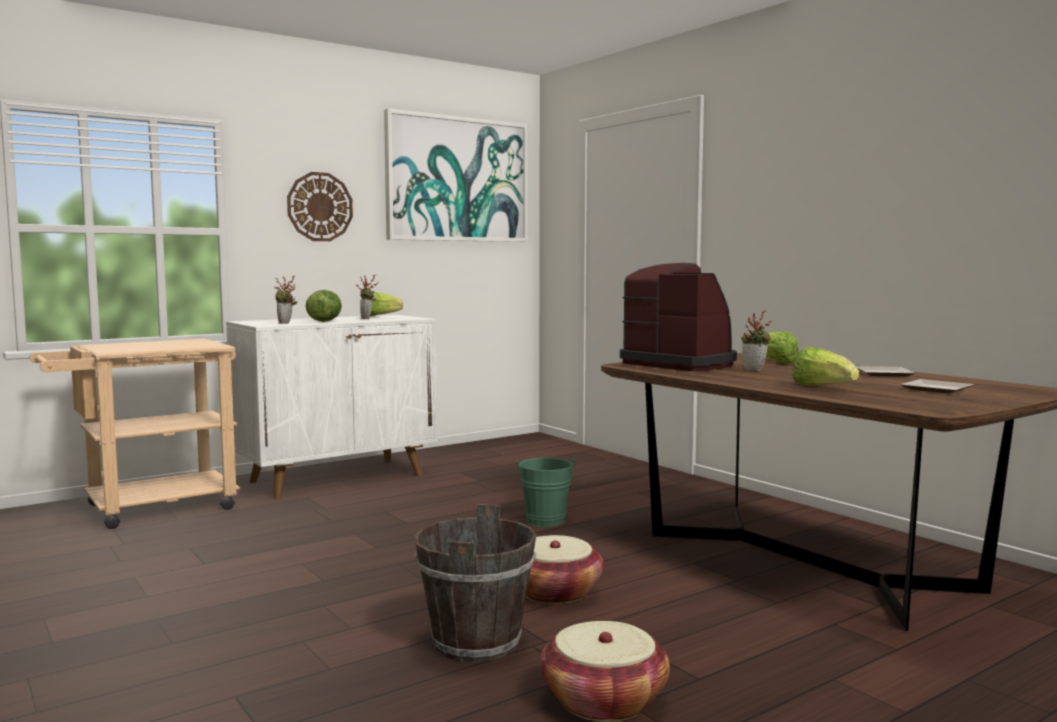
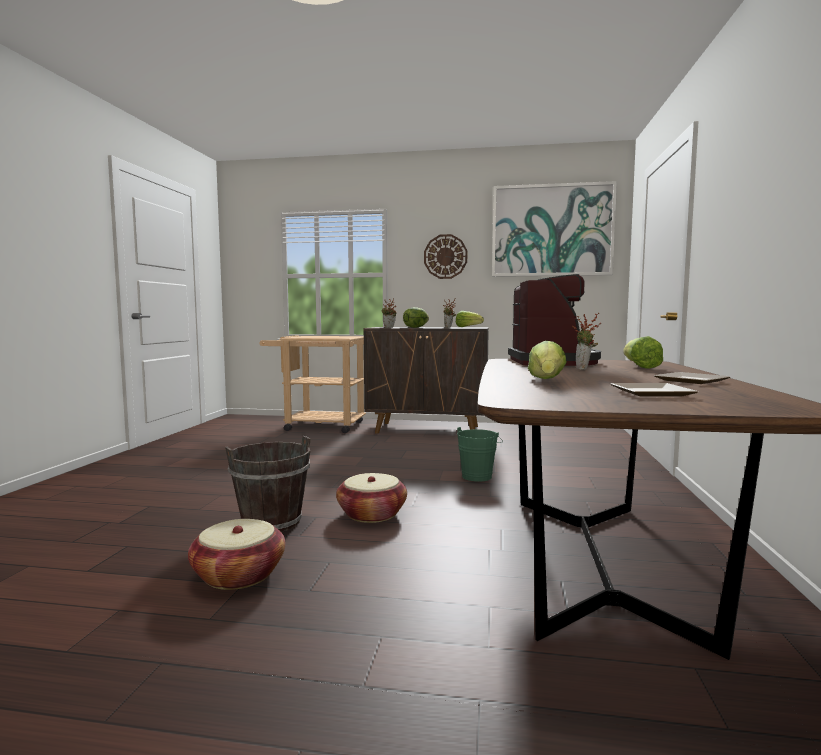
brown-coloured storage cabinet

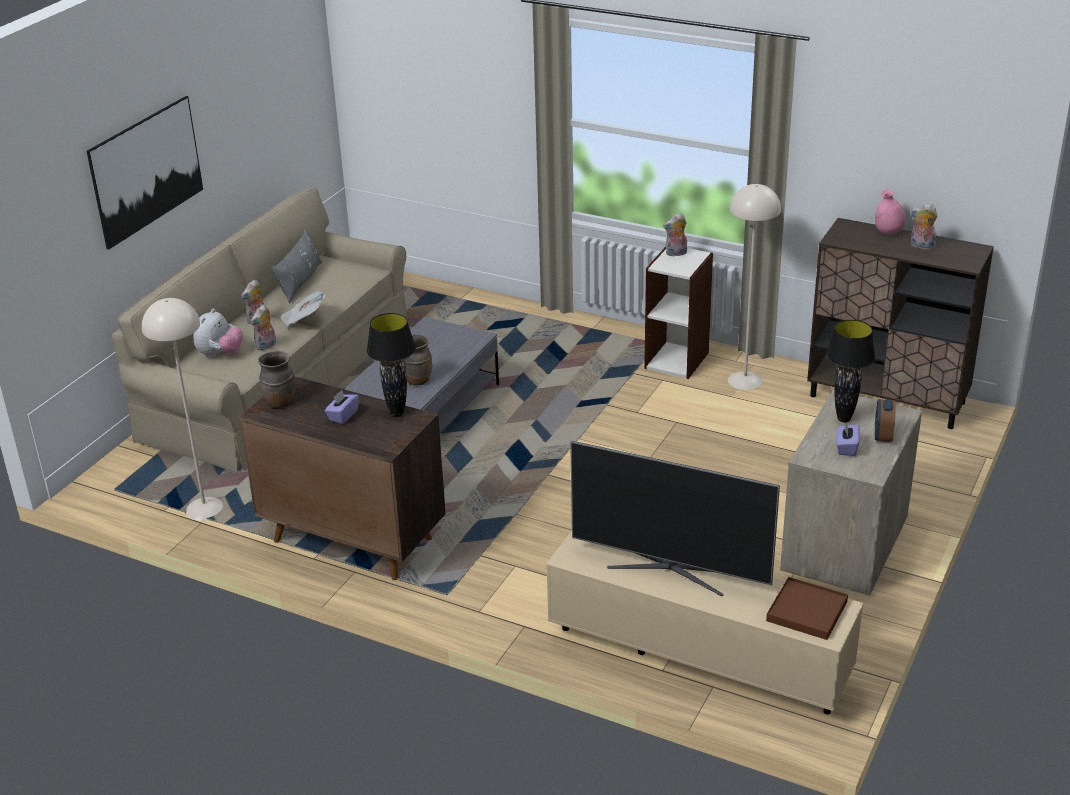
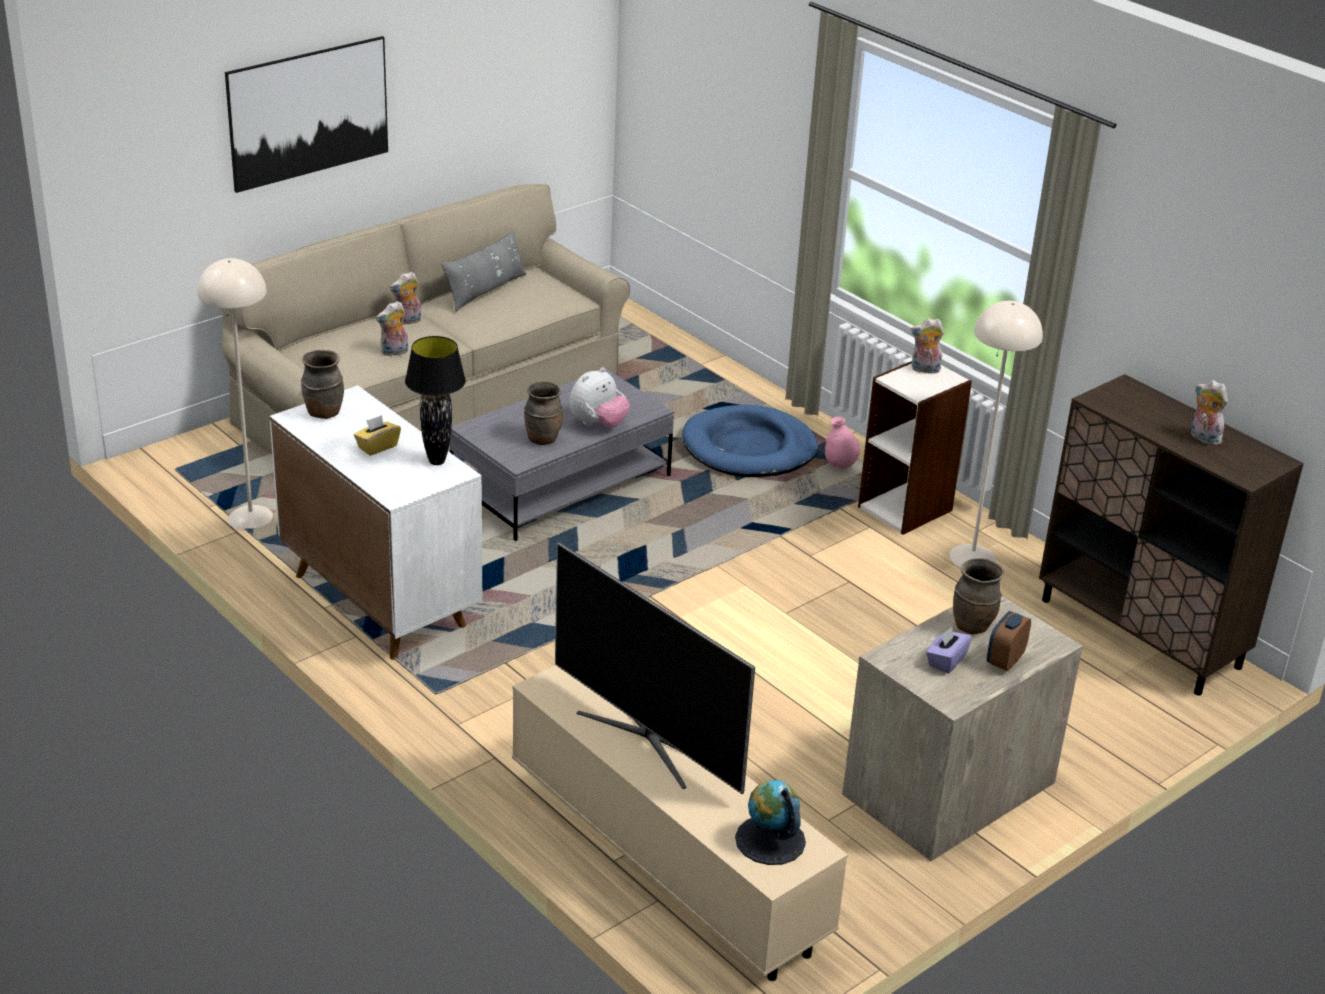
pinkish vase
newspaper
cuddly toy (3rd from left)
brown-coloured vase (3rd from left)
white-coloured storage cabinet
yellow-coloured box of tissues
globe
bluish dog bed

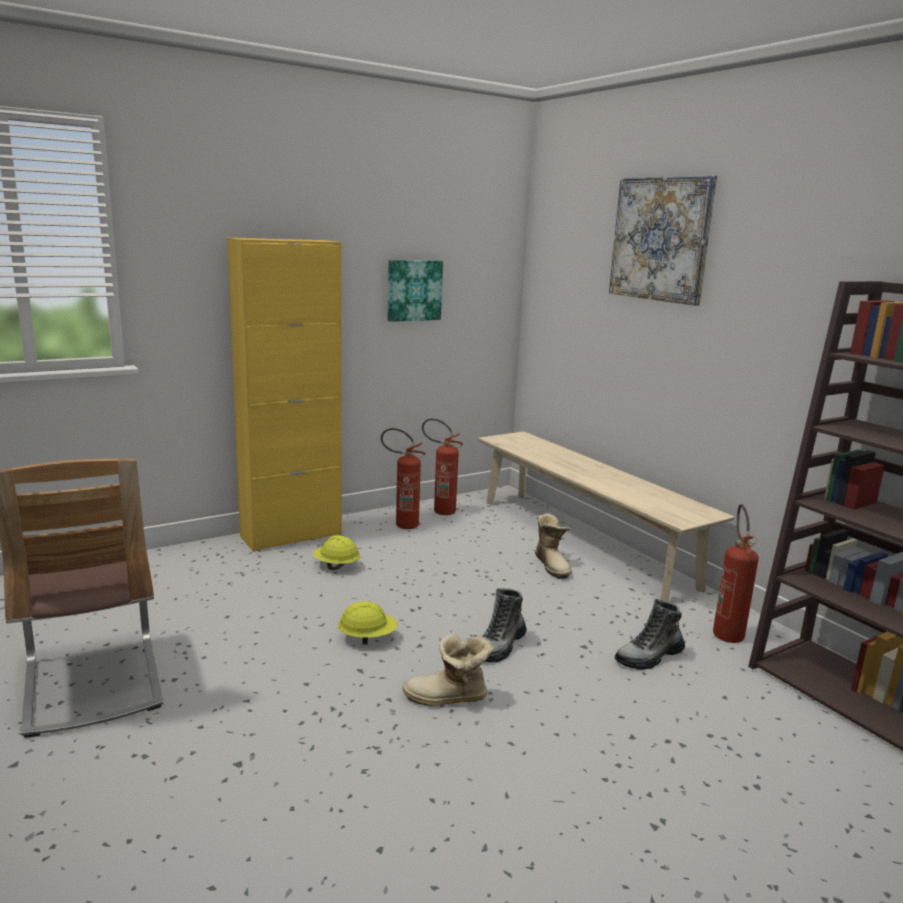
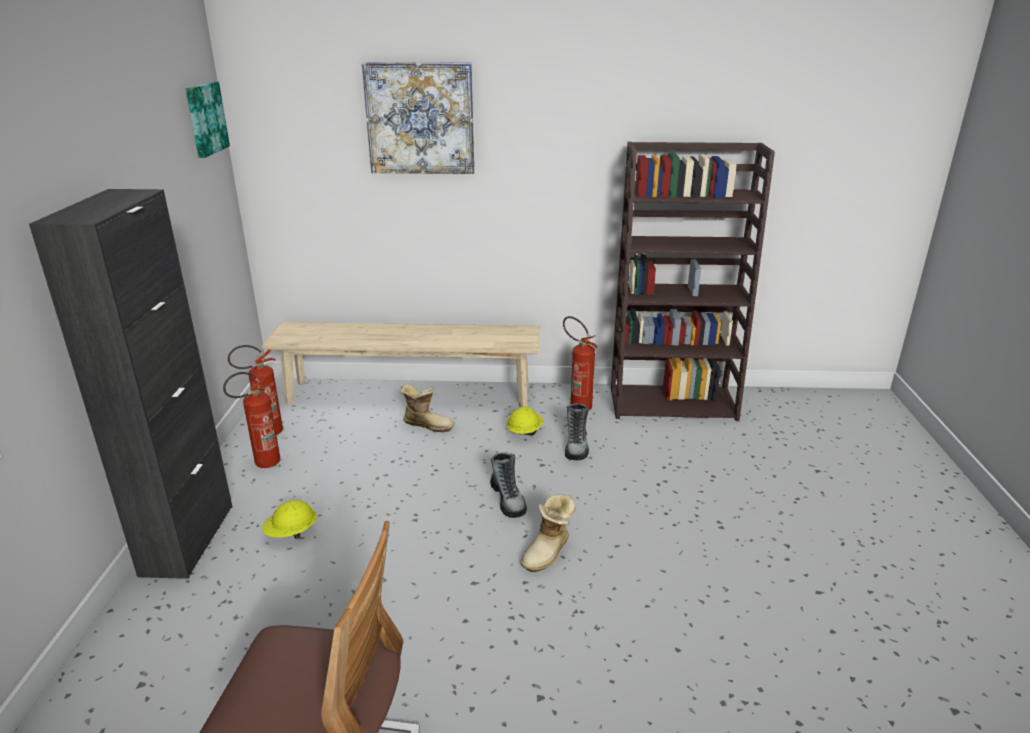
black-coloured storage cabinet
picture (1st from left)
yellow-coloured work helmet (2nd from left)

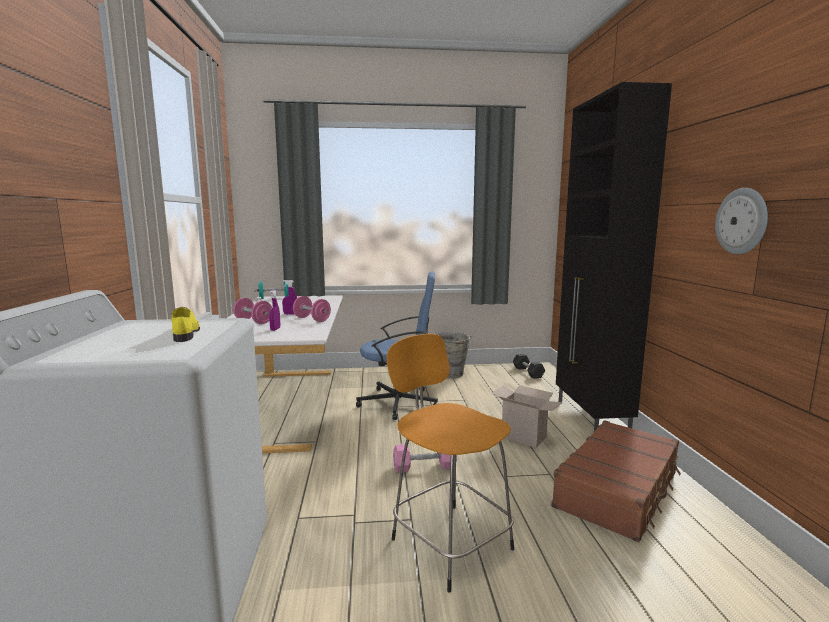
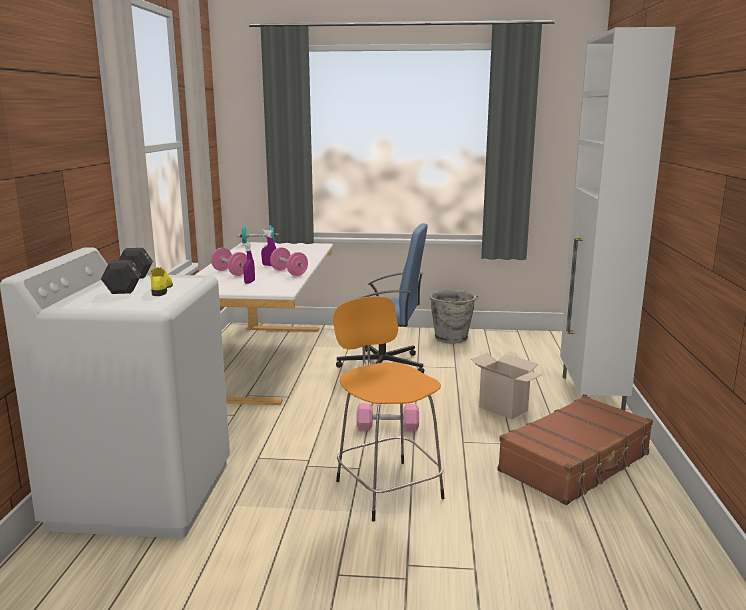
white-coloured storage cabinet
clock on the wall
black-coloured dumbbell

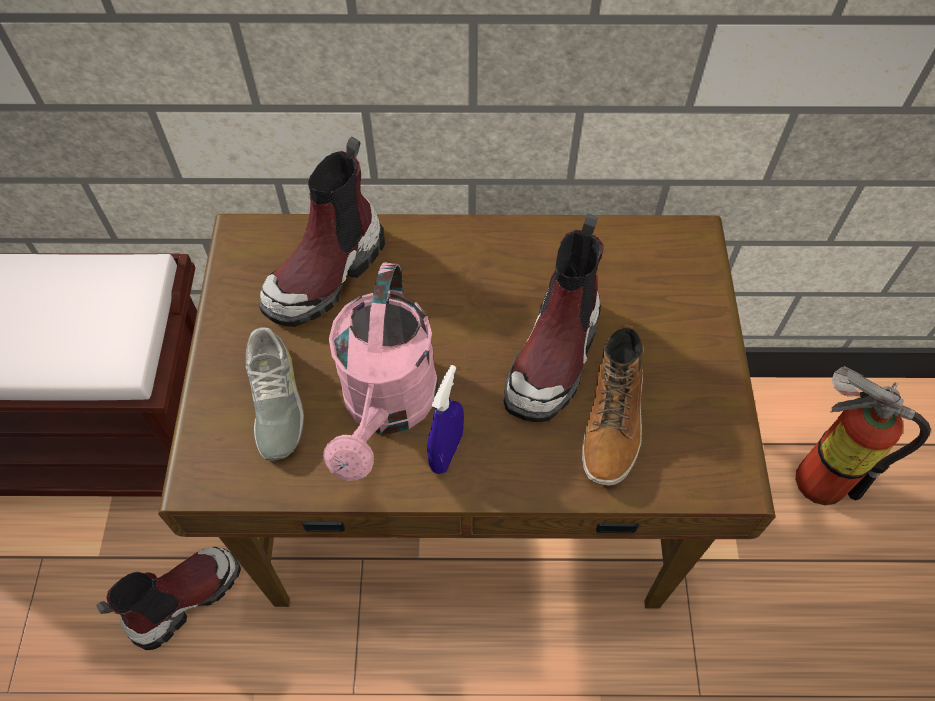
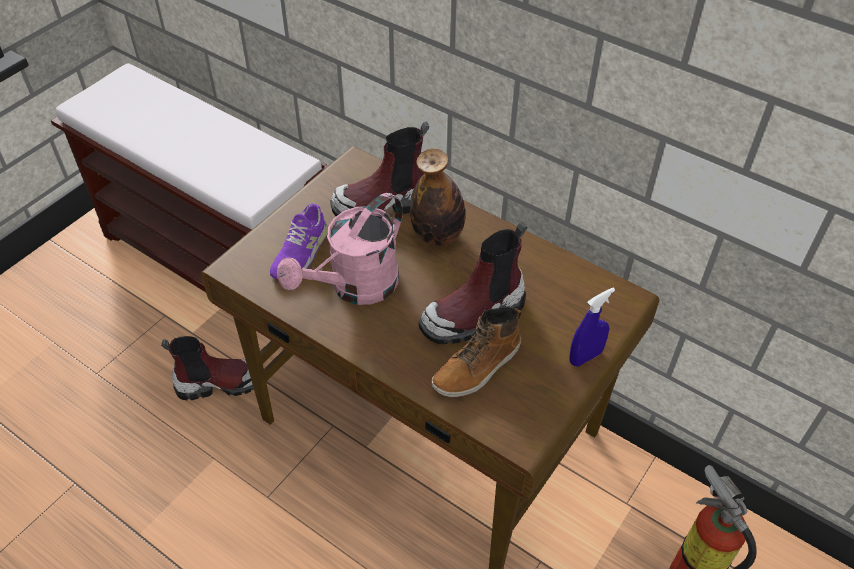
purple low shoe
bluish spray bottle
bottle

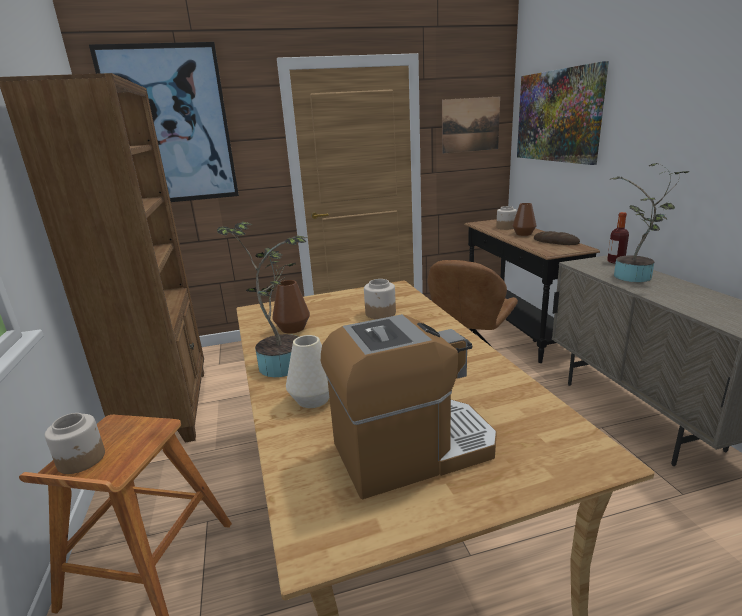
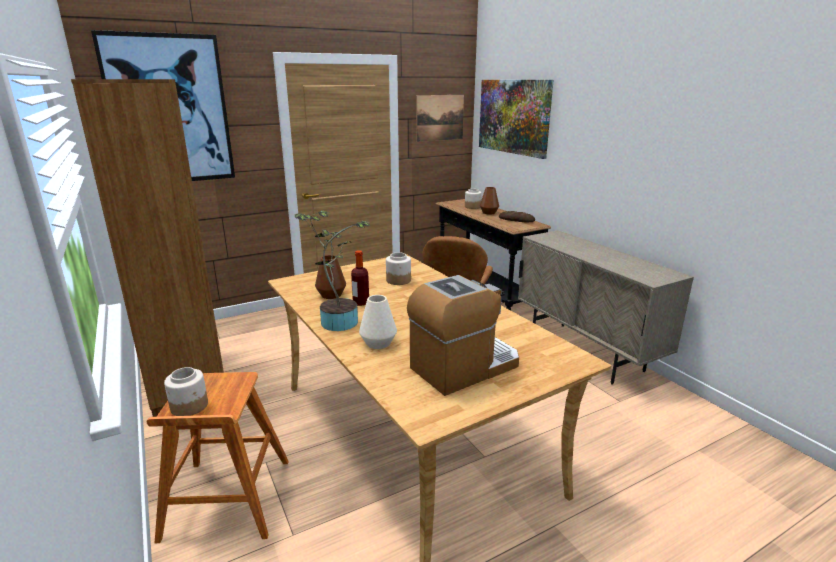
plant in a pot (2nd from left in the first image)
bottle

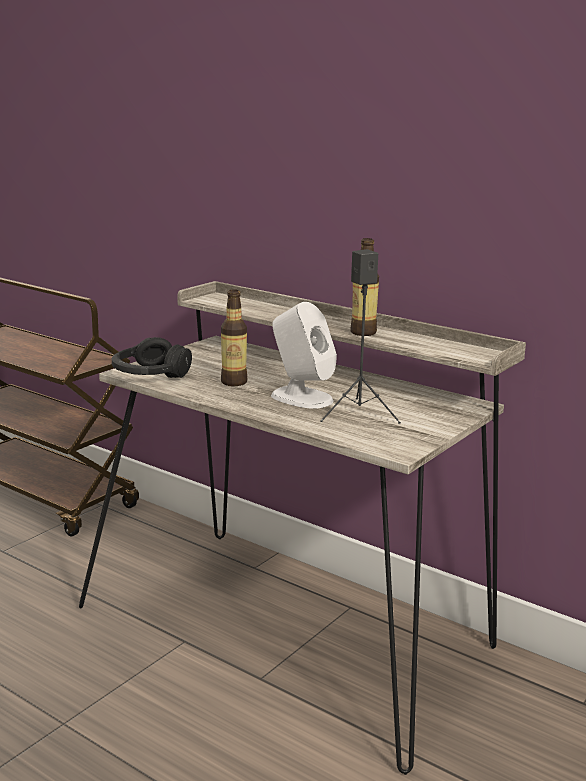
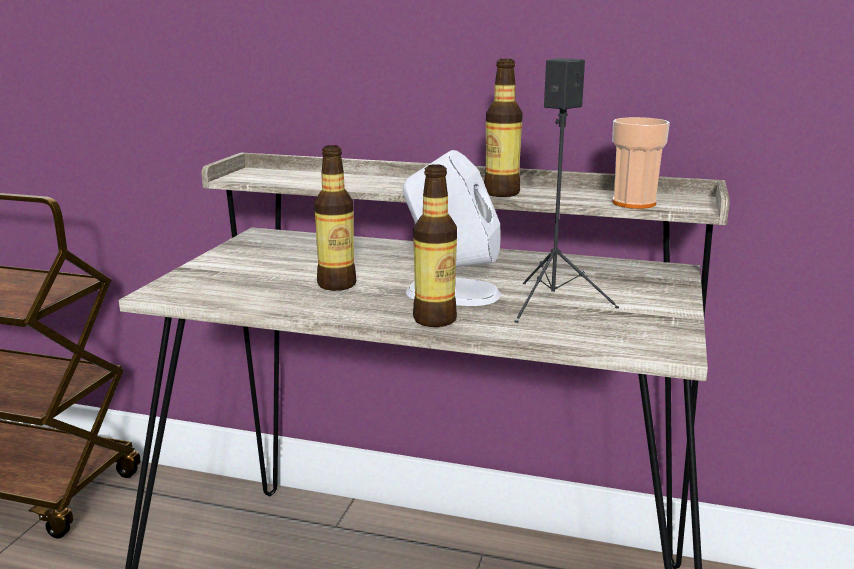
black-coloured pair of headphones
drinking cup
bottle (2nd from left)

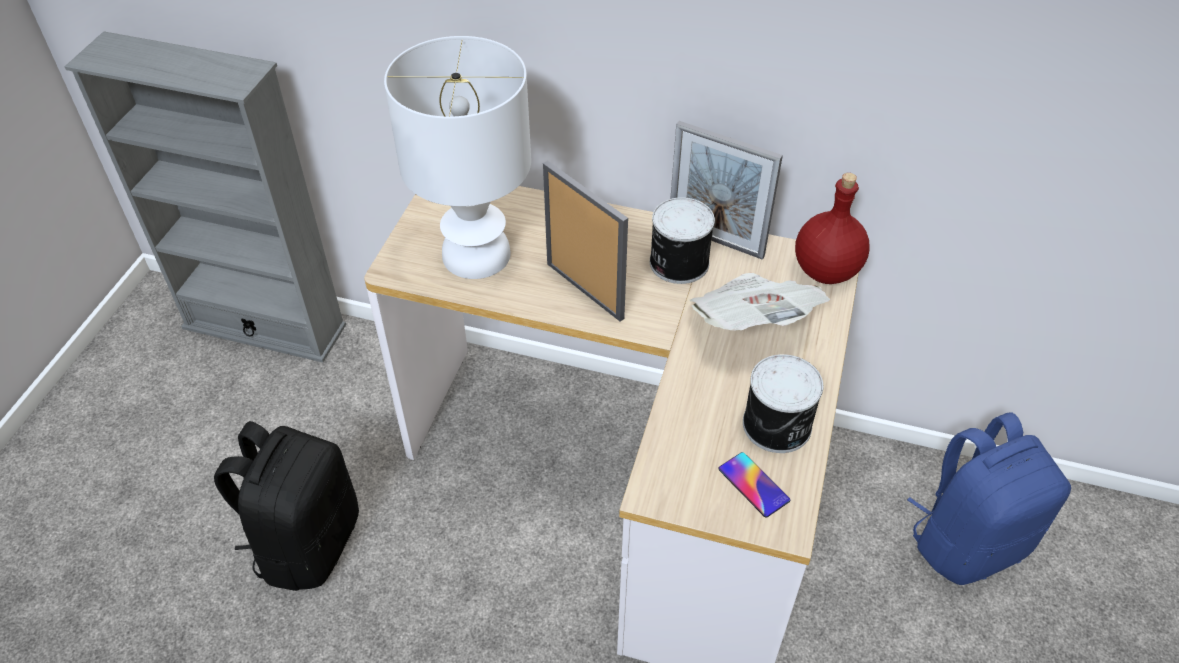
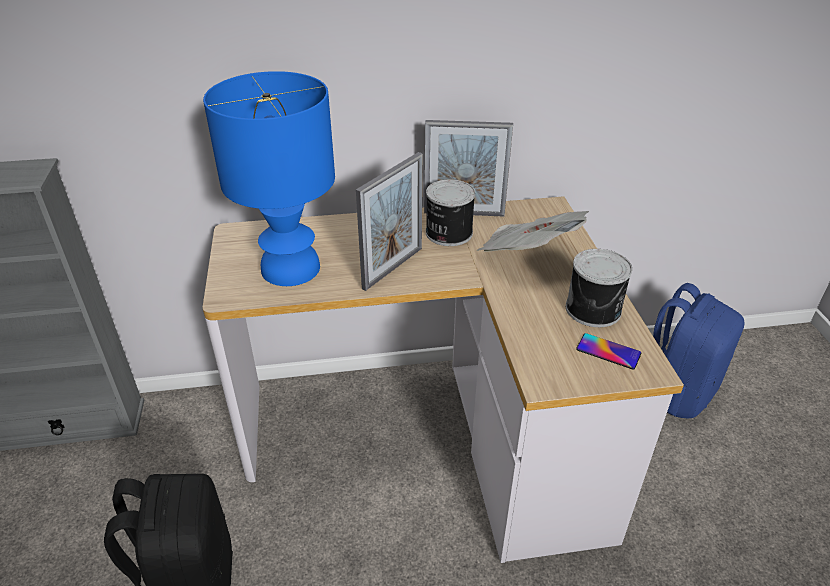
bluish lamp for a table
picture frame (1st from left)
red-coloured bottle

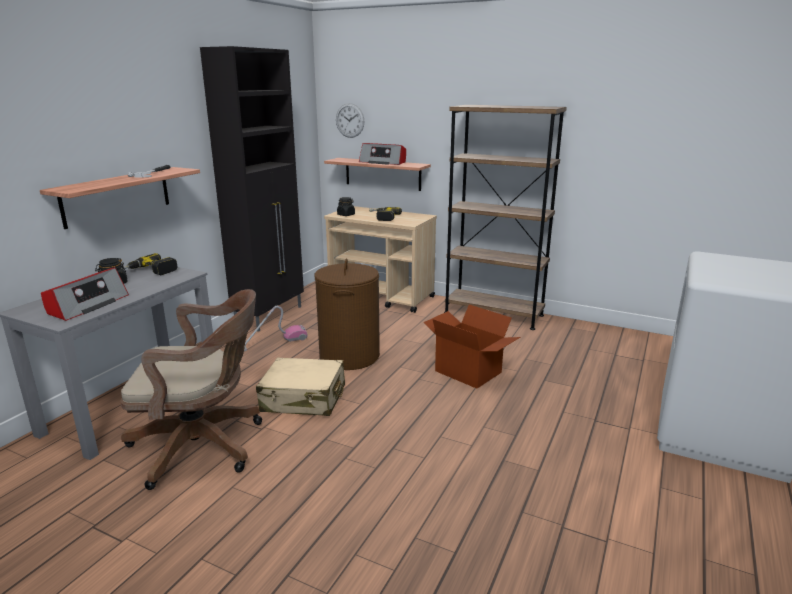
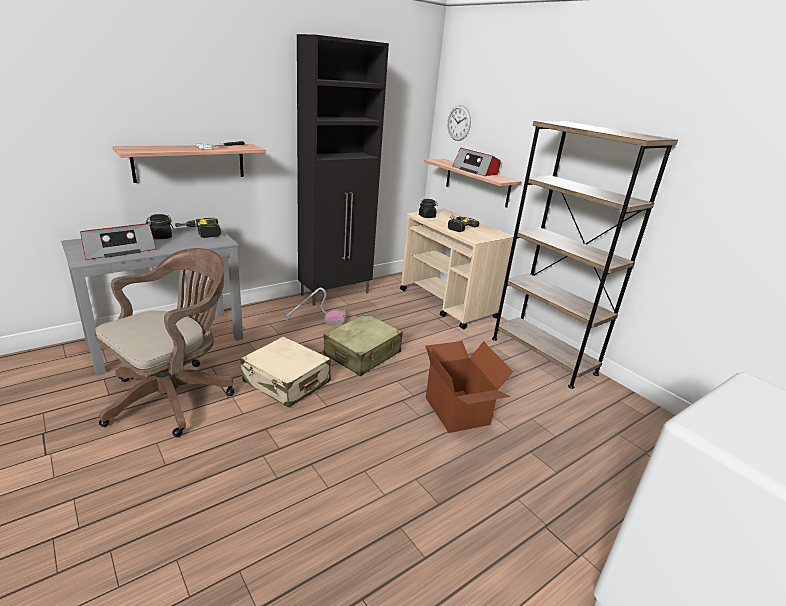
beige suitcase (2nd from left)
brown-coloured desk chair

